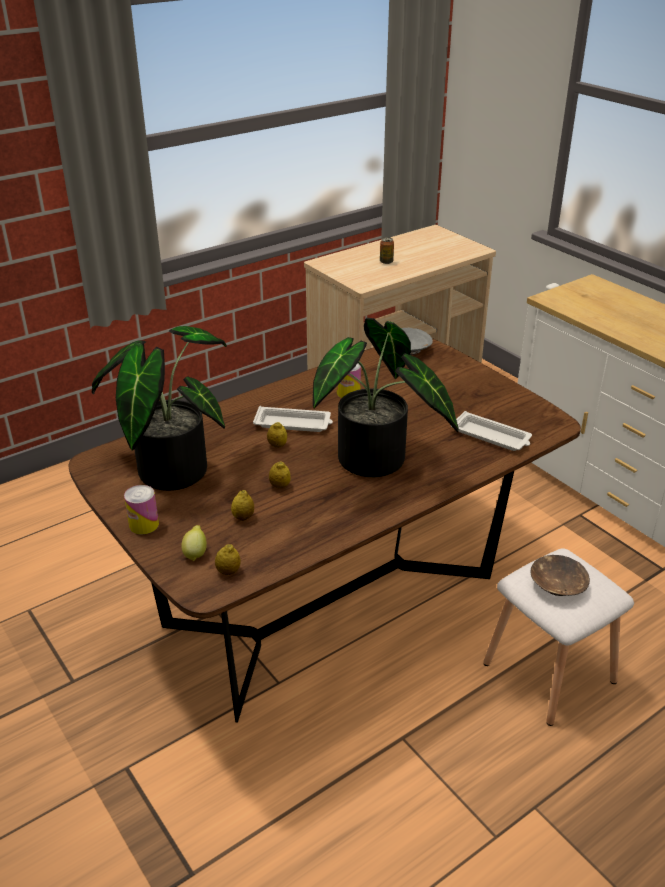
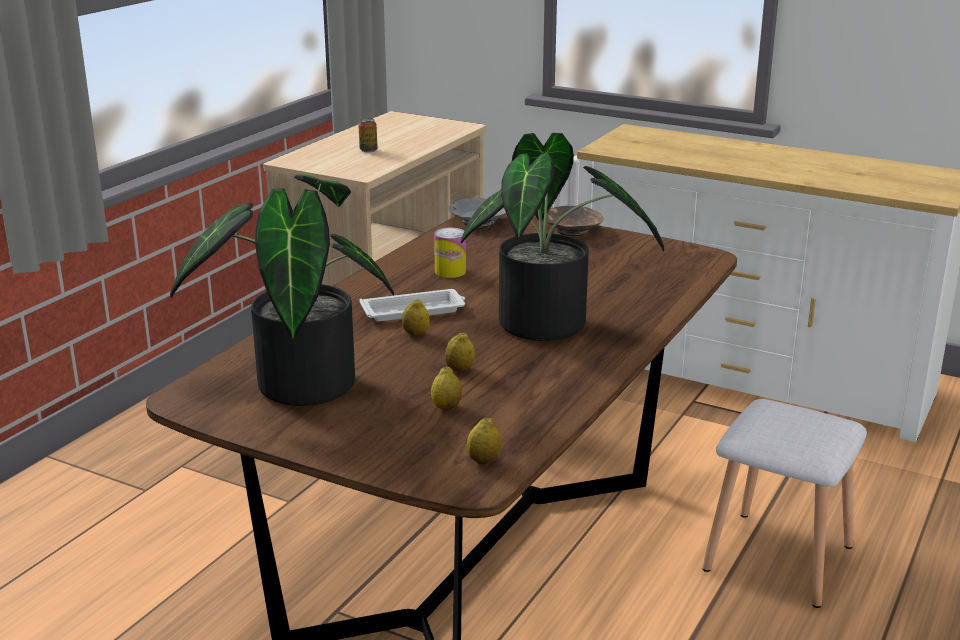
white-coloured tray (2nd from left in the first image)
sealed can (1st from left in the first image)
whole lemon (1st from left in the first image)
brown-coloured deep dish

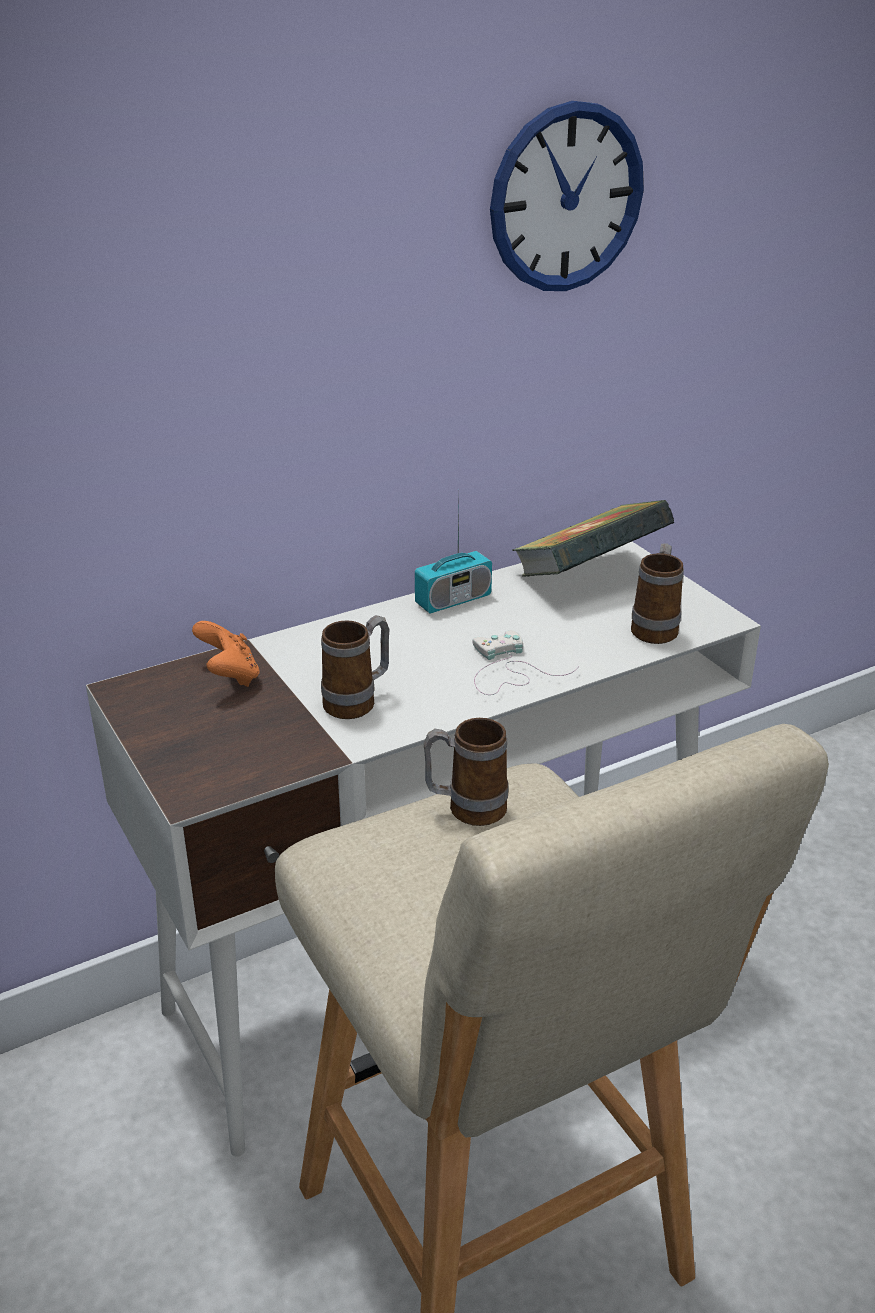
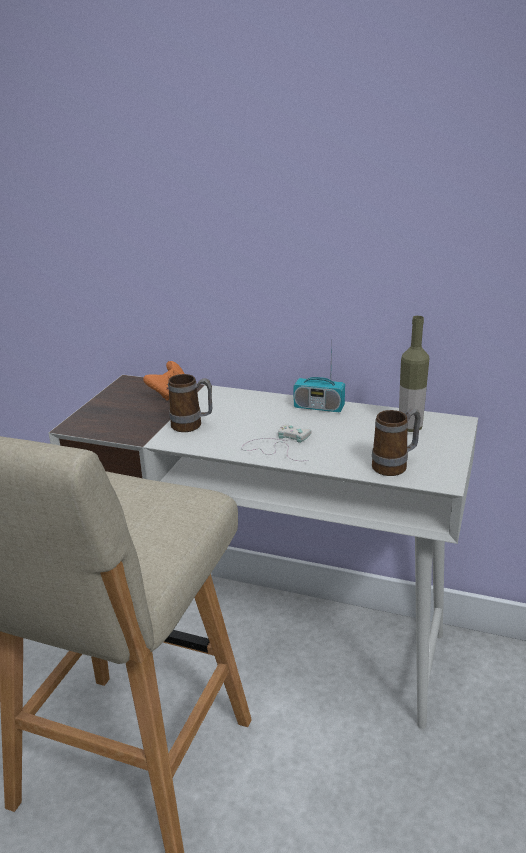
clock on the wall
bottle
mug (2nd from left in the first image)

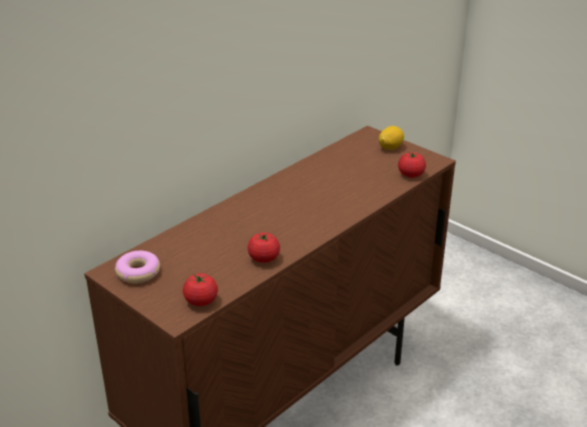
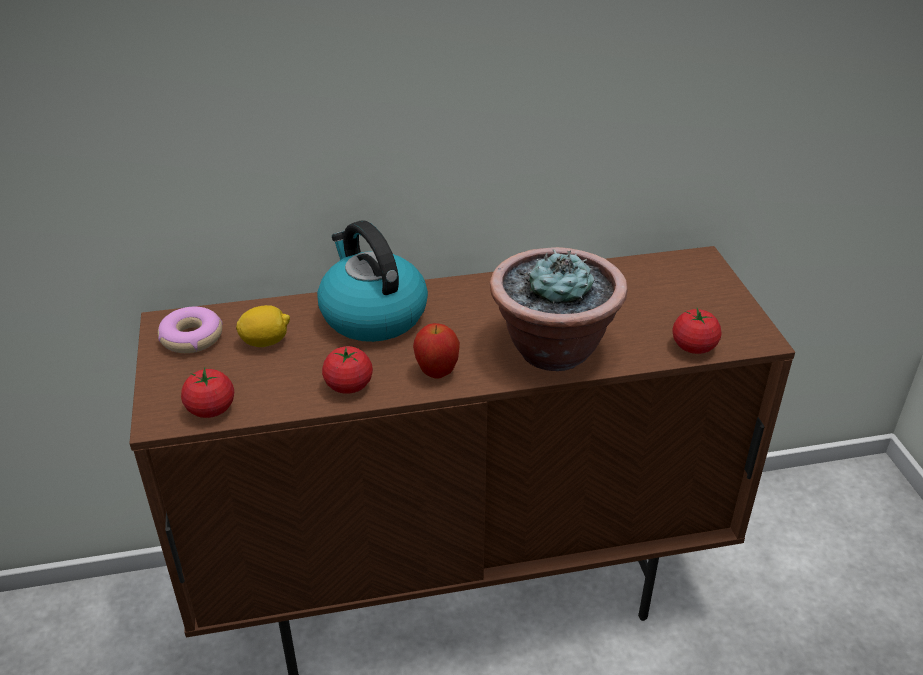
whole lemon
tea kettle
plant in a pot
whole apple

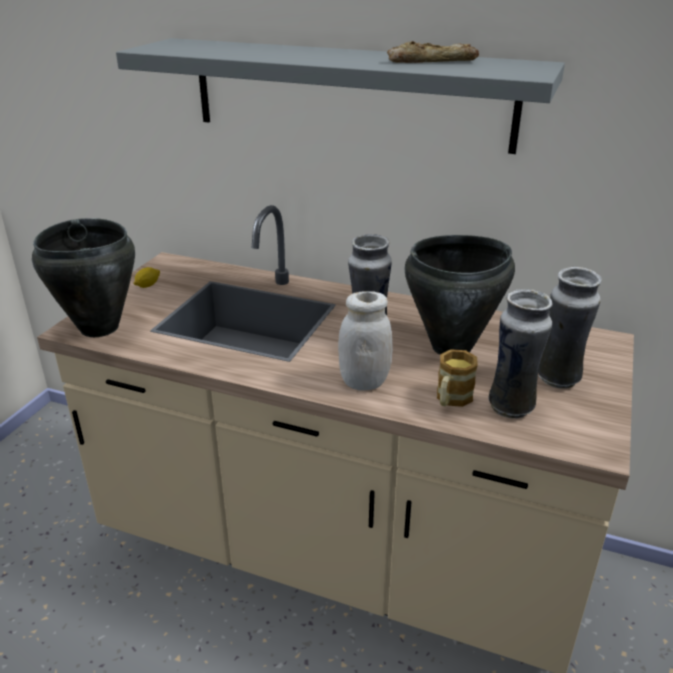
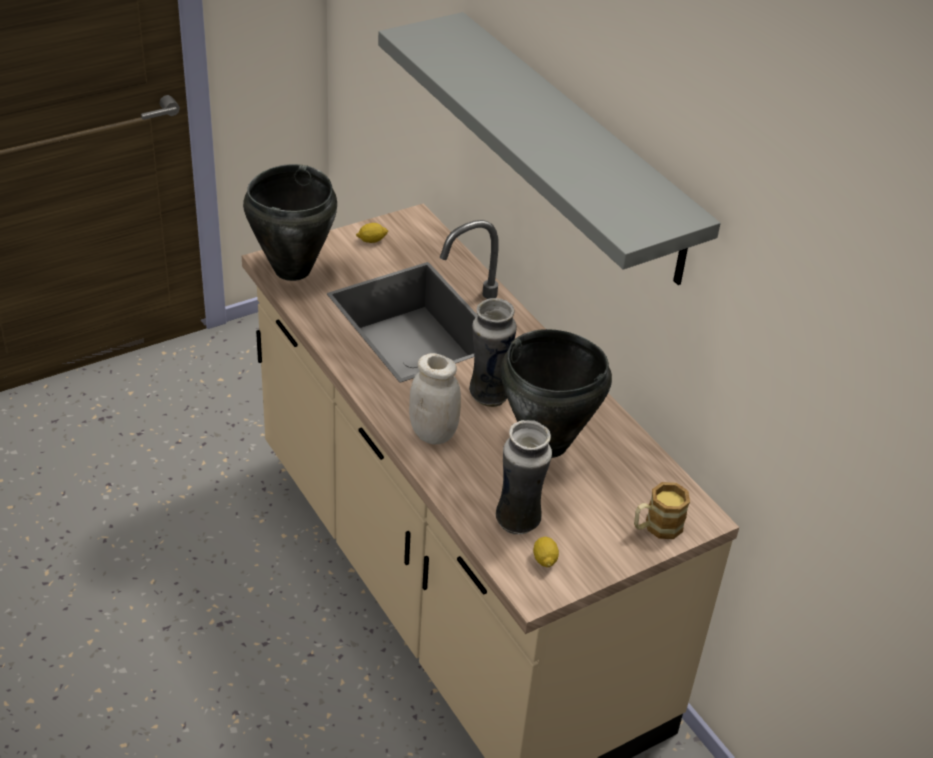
baked bread
vase (3rd from left in the first image)
mug
whole lemon (2nd from left)

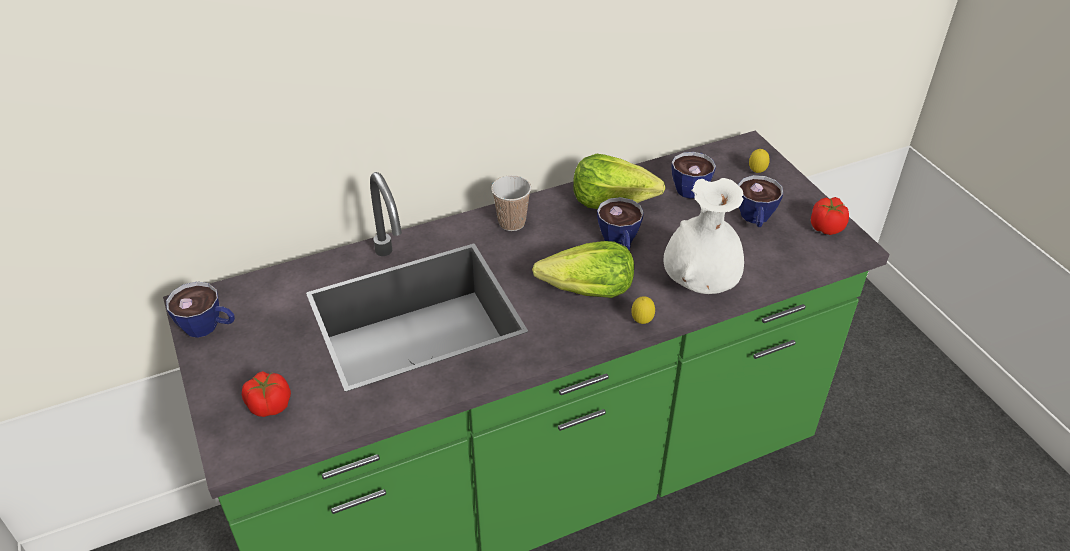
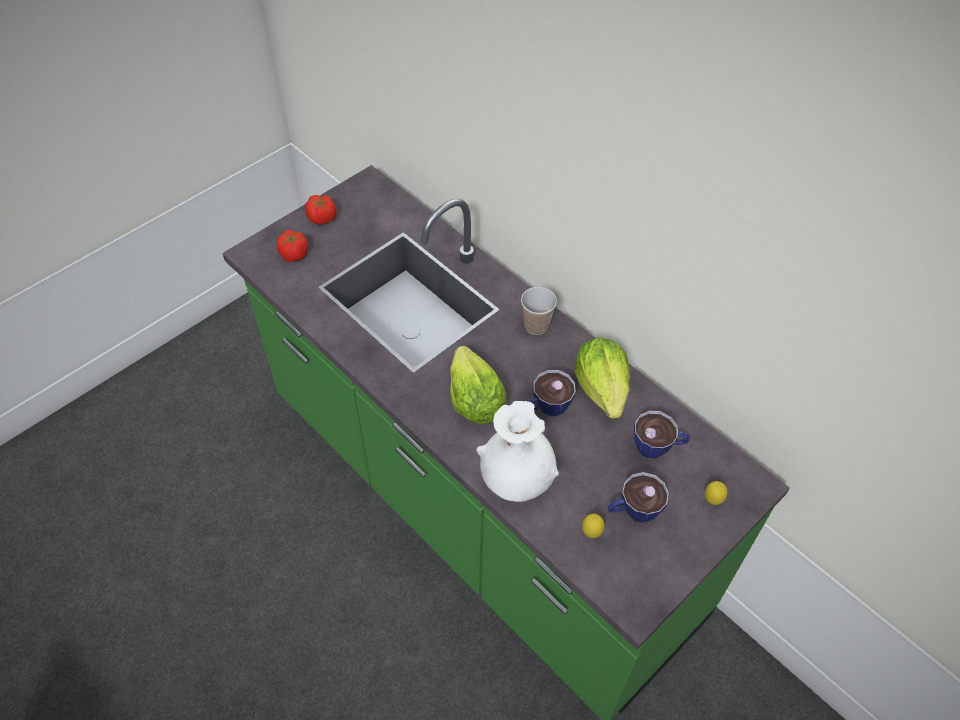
whole tomato (2nd from left)
drinking cup (1st from left in the first image)
whole lemon (1st from left)

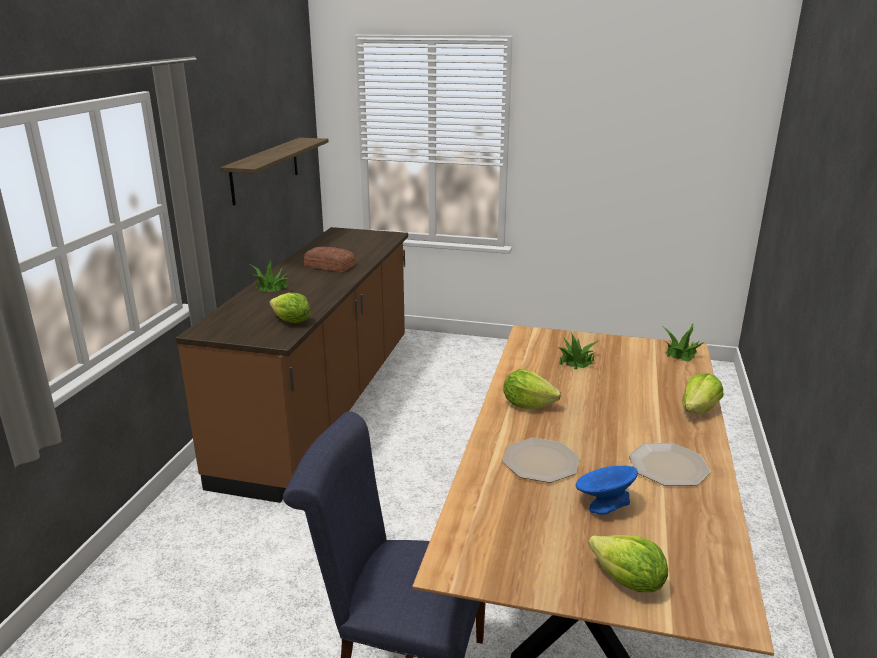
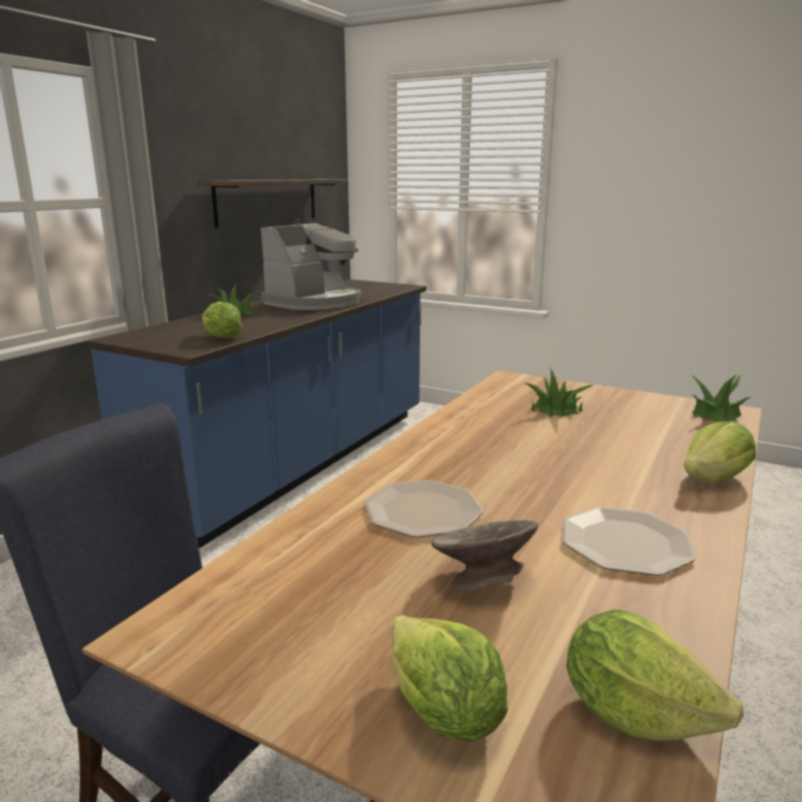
bluish kitchen counter
coffee maker
lettuce head (3rd from left)
greyish deep dish

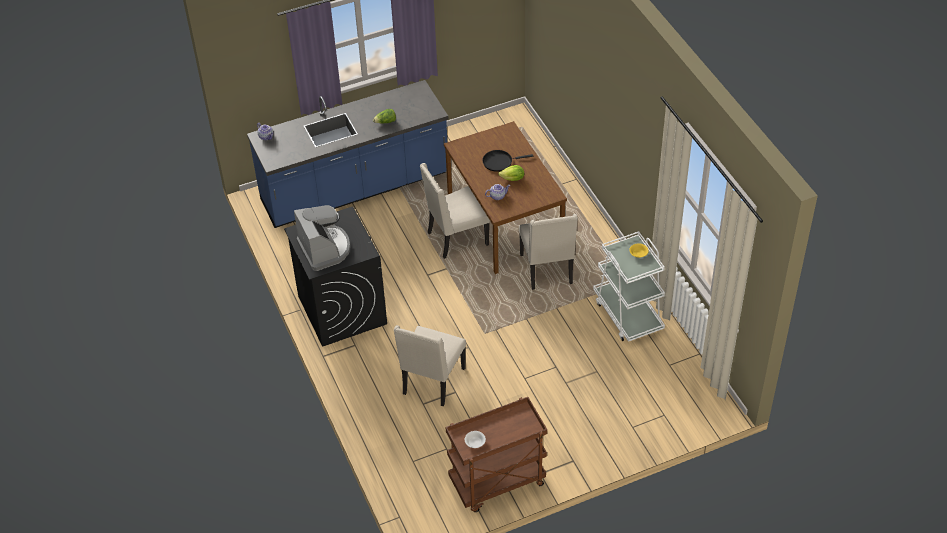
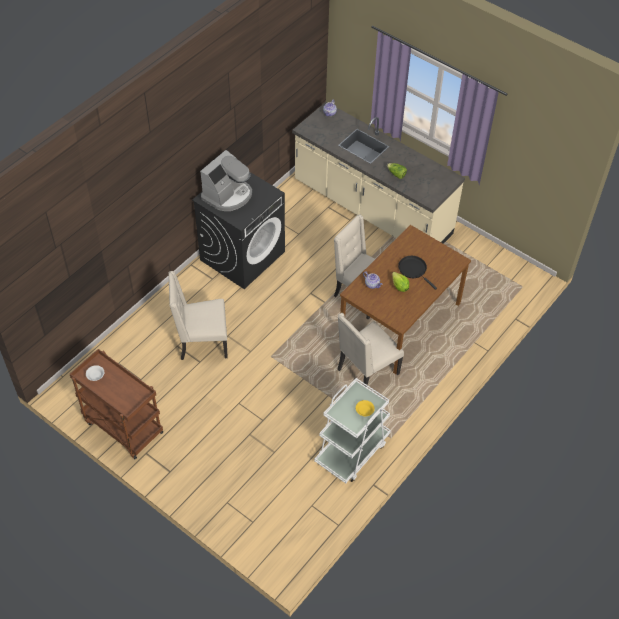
beige kitchen counter

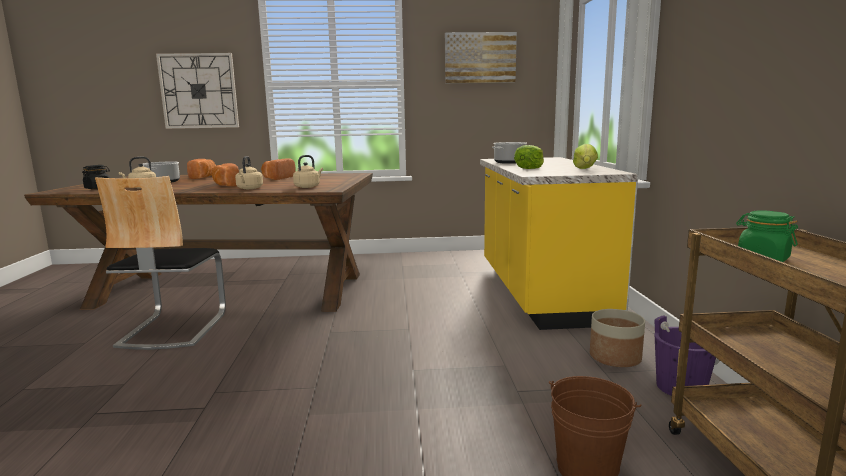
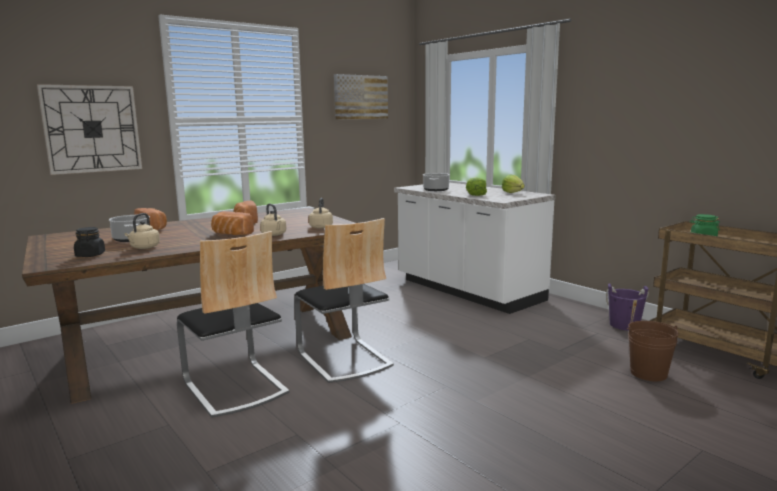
white-coloured kitchen counter
planter
plain chair (2nd from left)

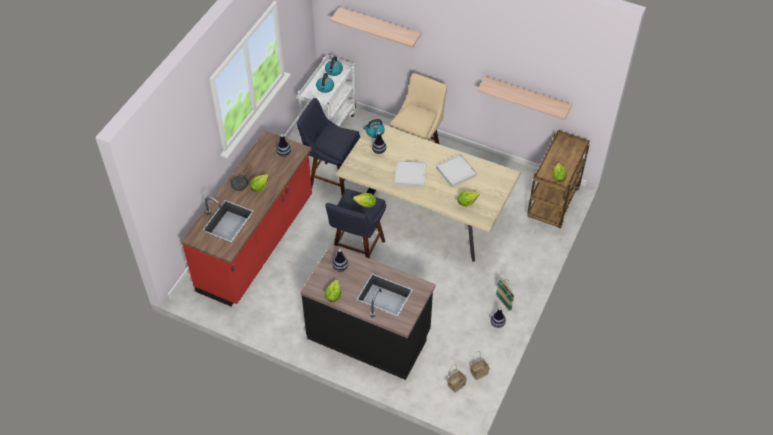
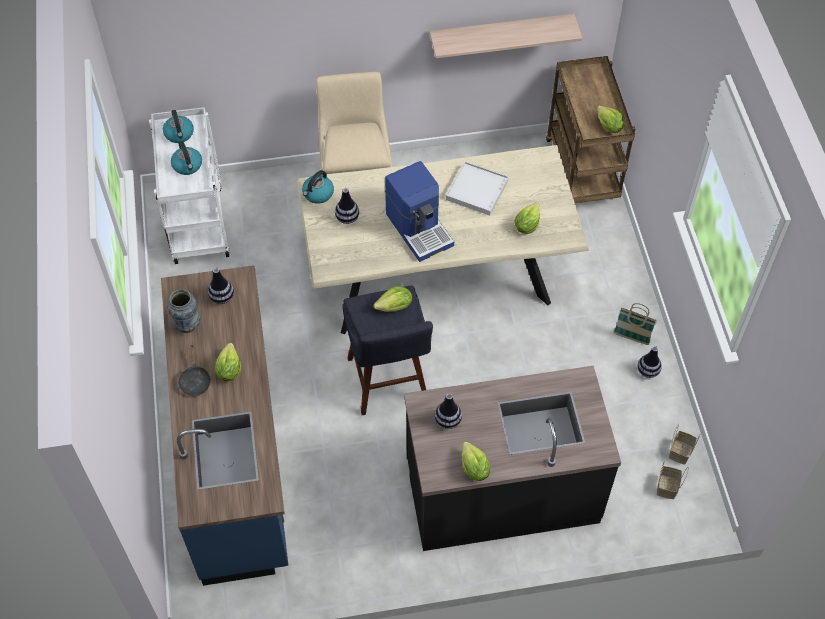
bracket shelf (1st from left in the first image)
bluish stool seat (1st from left in the first image)
bluish kitchen counter
coffee maker
vase (1st from left)

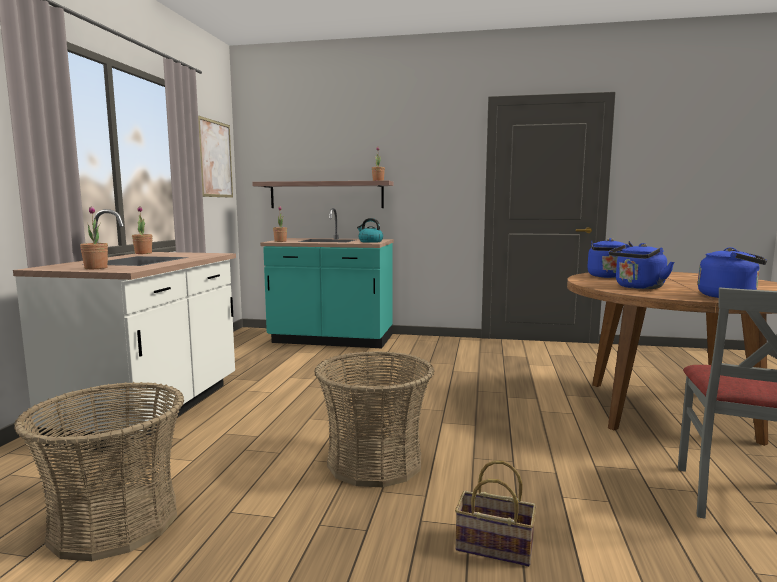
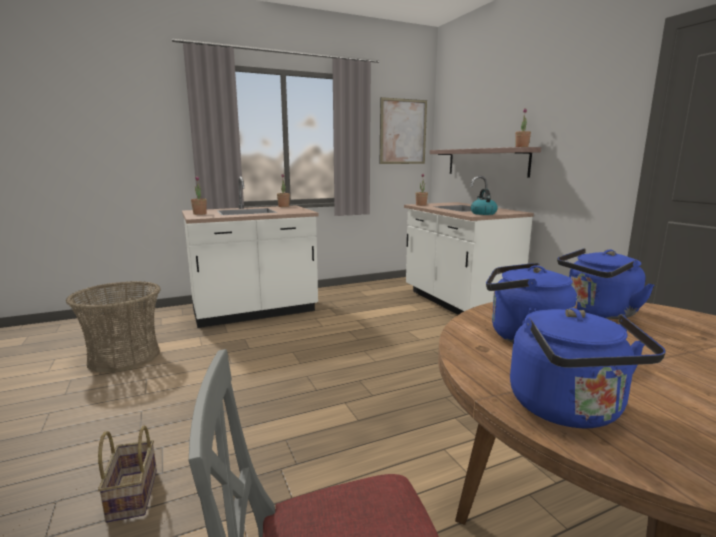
white-coloured kitchen counter (2nd from left)
storage basket (2nd from left in the first image)

